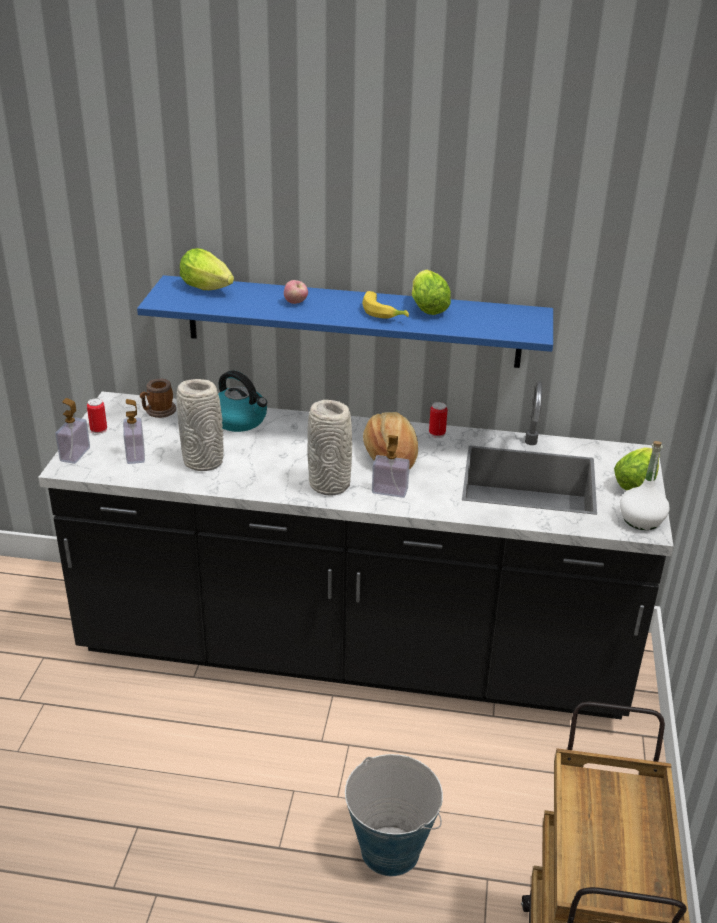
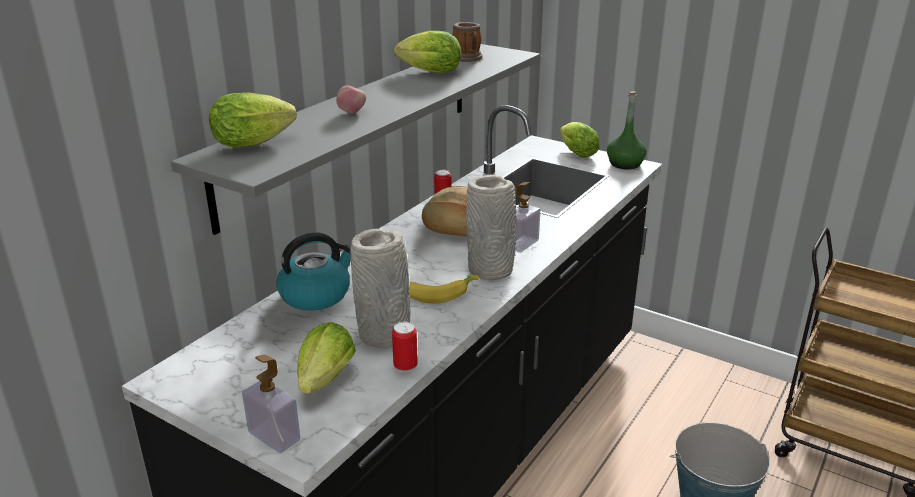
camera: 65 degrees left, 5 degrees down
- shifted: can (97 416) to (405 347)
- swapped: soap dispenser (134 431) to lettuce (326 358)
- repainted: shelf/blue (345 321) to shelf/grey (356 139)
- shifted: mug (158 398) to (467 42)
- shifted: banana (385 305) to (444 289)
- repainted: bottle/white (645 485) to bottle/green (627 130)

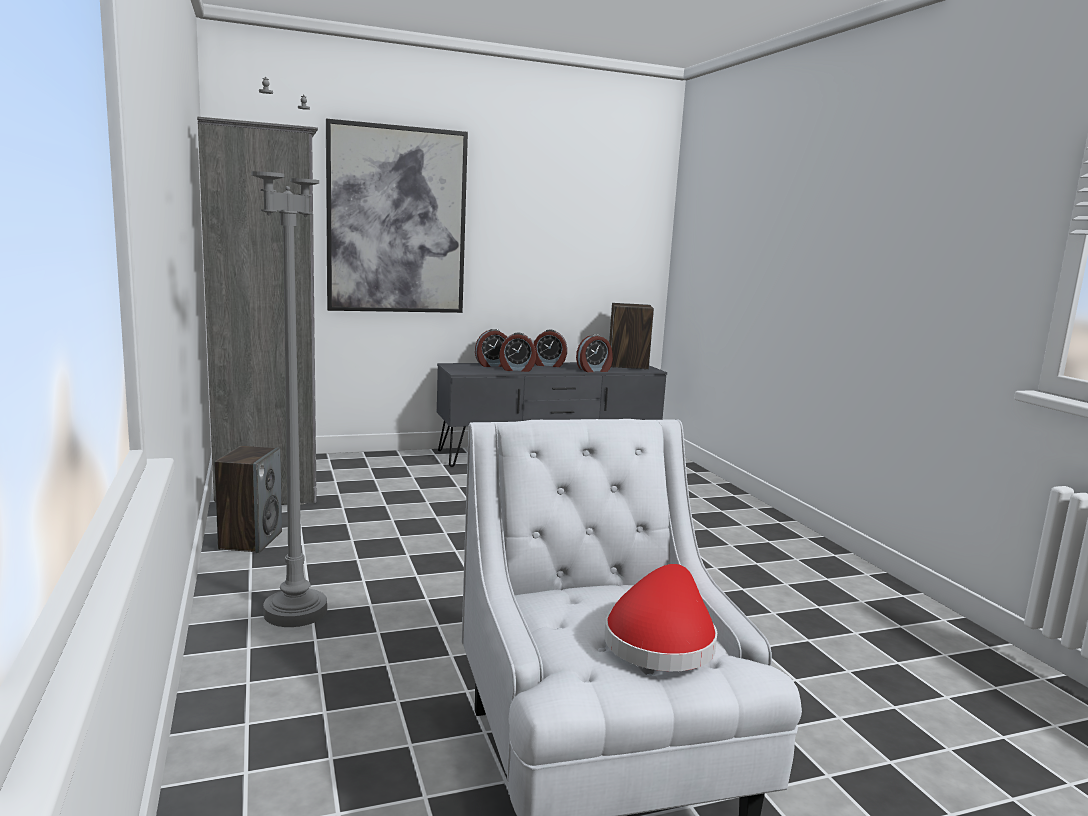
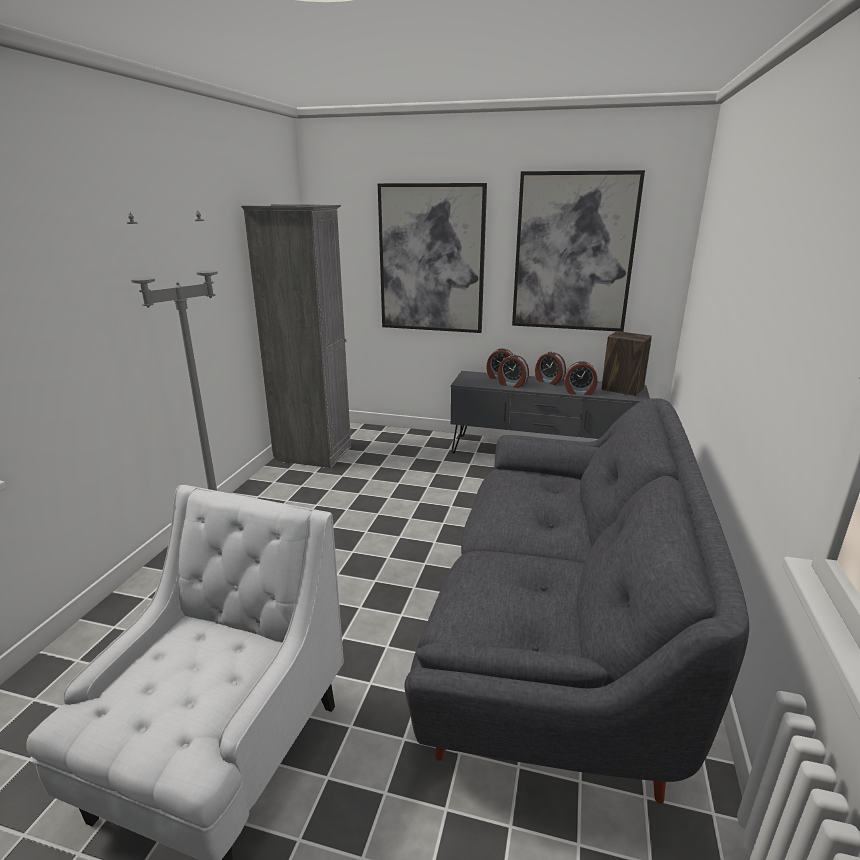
camera: 35 degrees right, 10 degrees up
- gone: speaker (248 499)
- gone: hat/red (660 617)
- new: sofa/grey (576 601)
- new: picture (578 251)

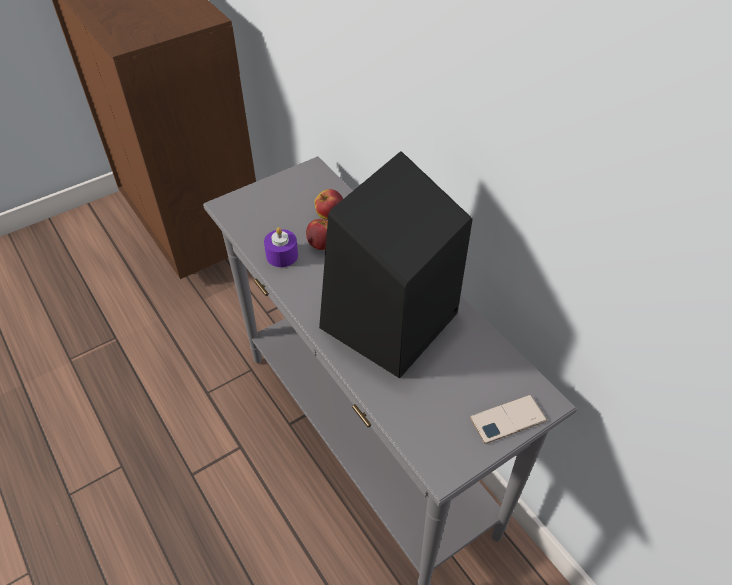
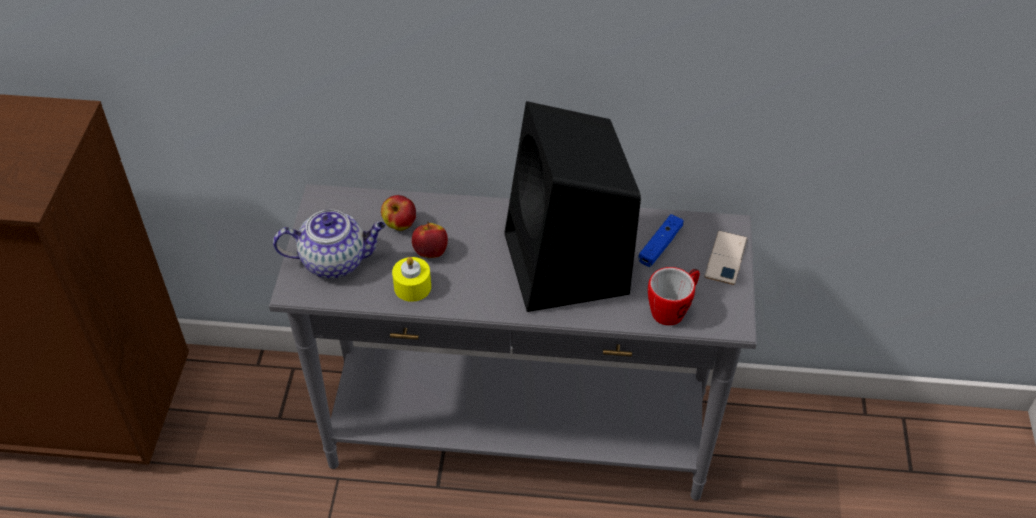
camera: 50 degrees left, 0 degrees up
- repainted: candle/purple (281 247) to candle/yellow (411 279)
- new: teapot (329 244)
- new: game controller/blue (661 240)
- new: mug (674 296)

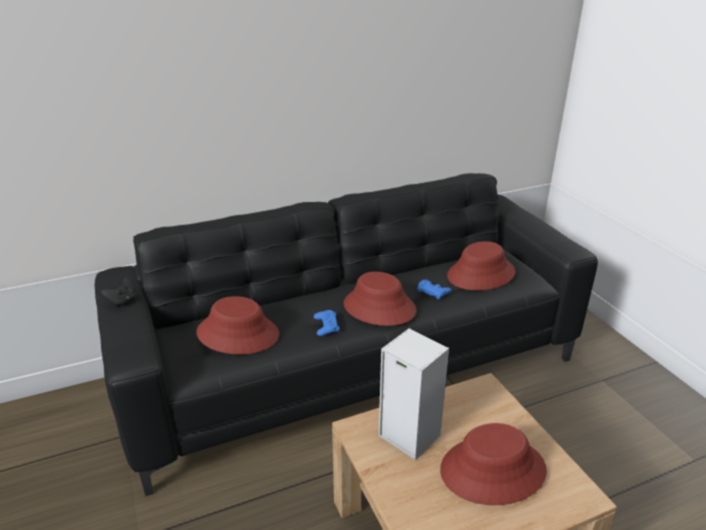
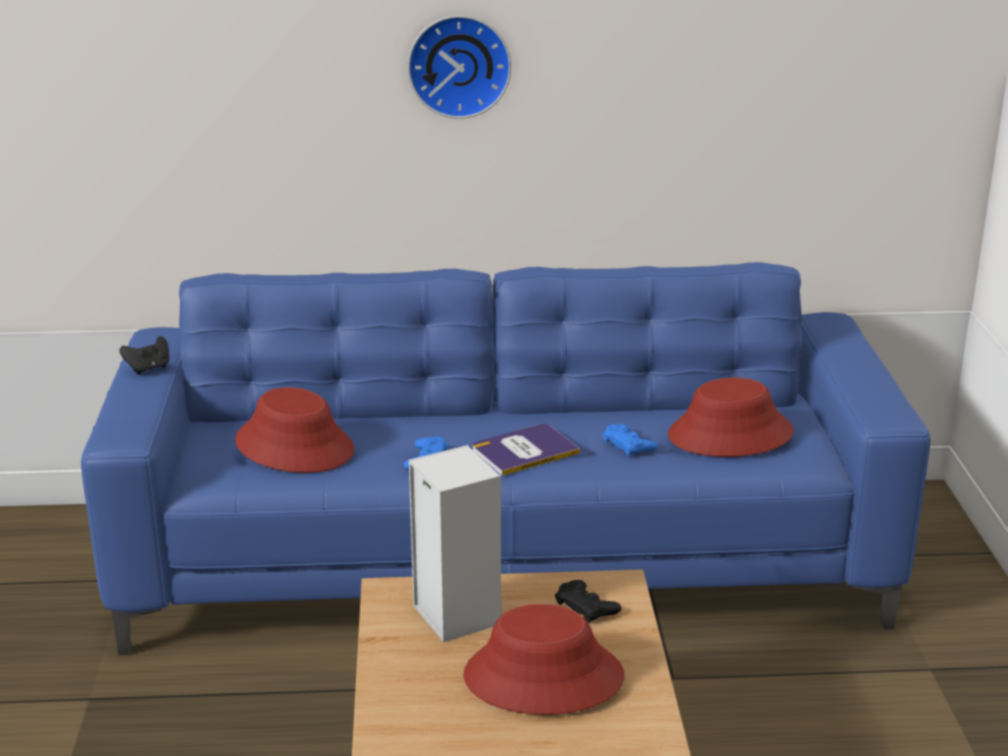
camera: 20 degrees right, 5 degrees down
- repainted: sofa/black (346 335) to sofa/blue (506 458)
- swapped: hat/red (380 299) to book (526 450)
- new: wall clock (459 67)
- new: game controller/black (588 601)

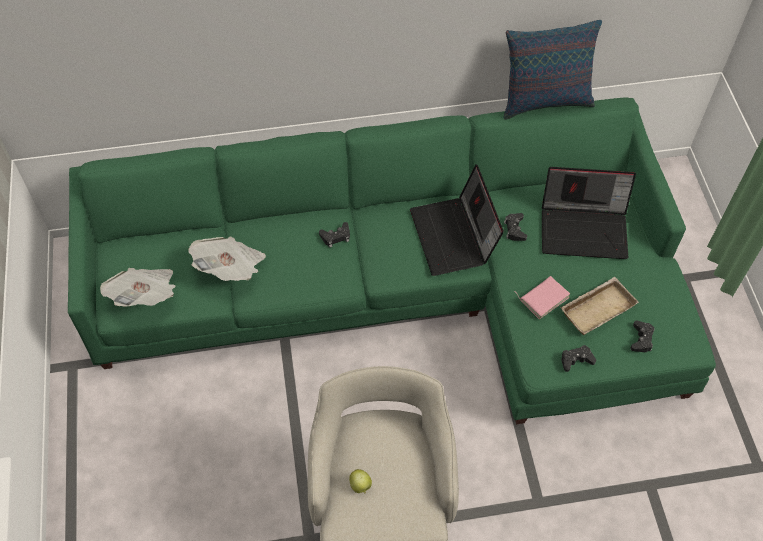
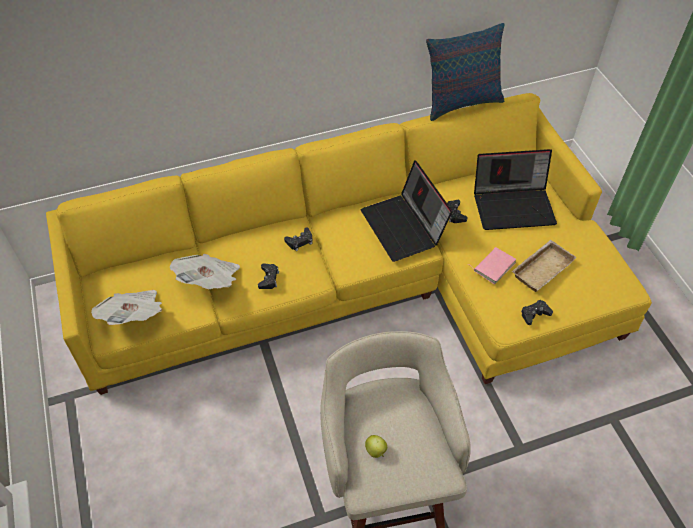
camera: 10 degrees left, 5 degrees down
- repainted: sofa/green (392 260) to sofa/yellow (349 244)
- shifted: game controller/black (642 336) to (268 276)

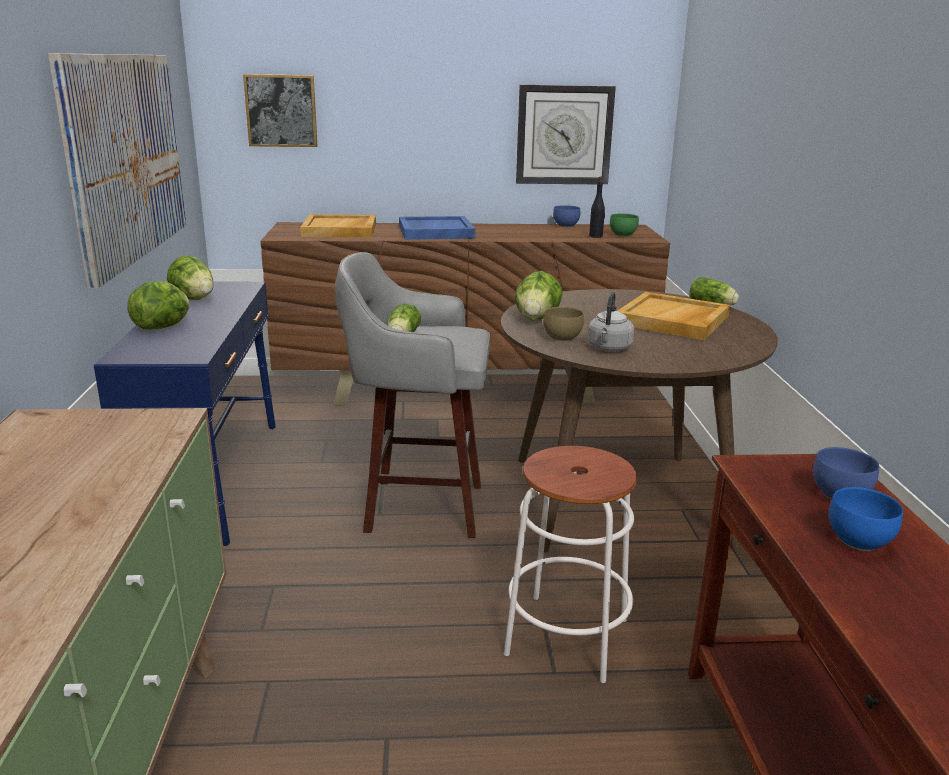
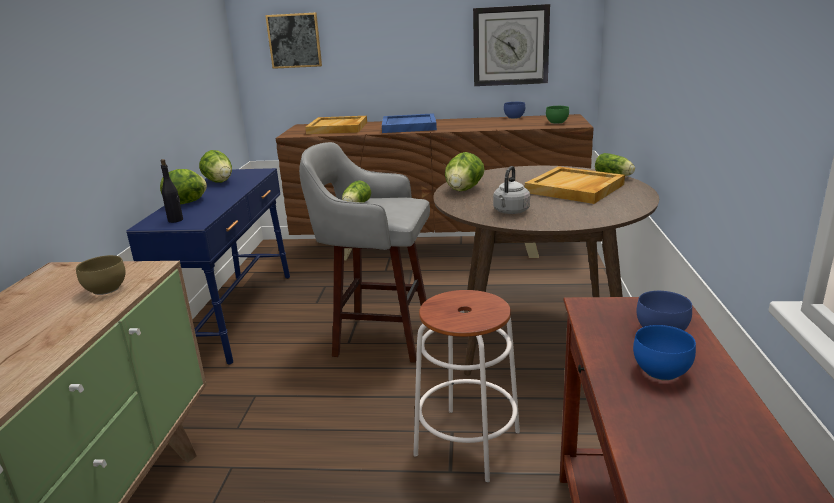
camera: 10 degrees right, 0 degrees up
- gone: picture (117 171)
- shifted: bowl/brown (563 324) to (101 275)
- shifted: bottle/black (597 207) to (171 191)

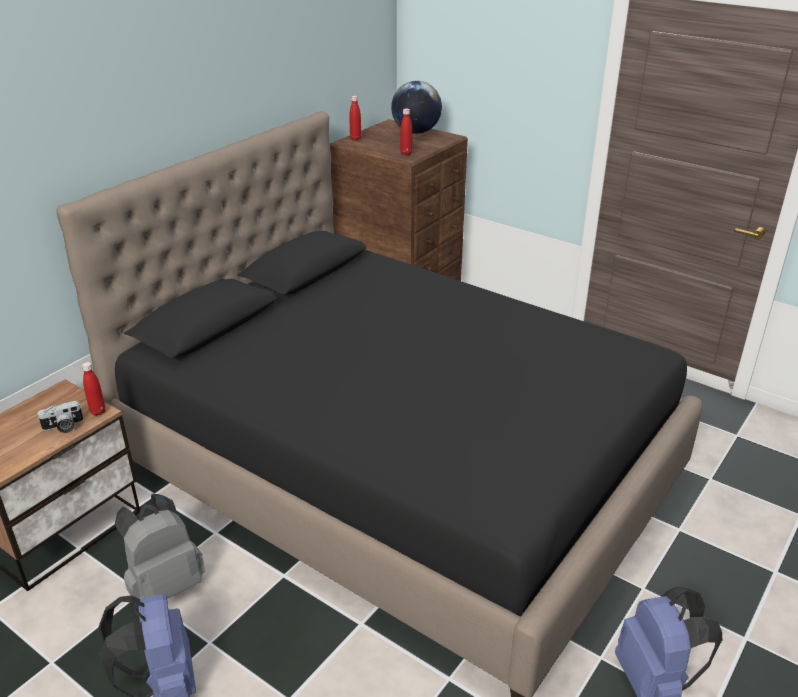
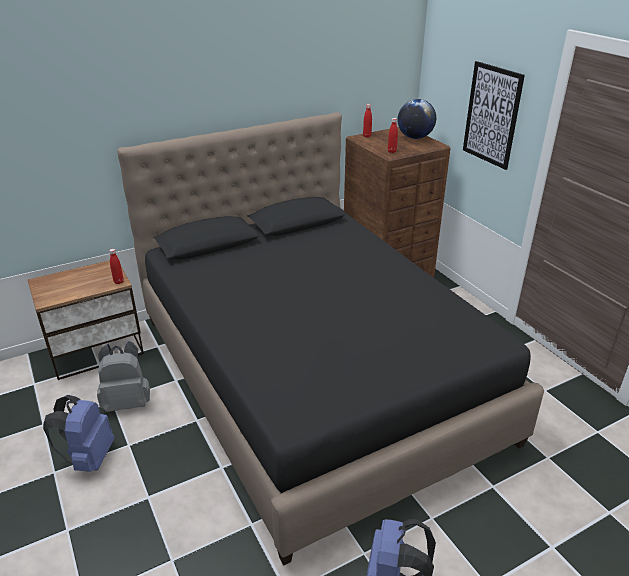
camera: 25 degrees right, 0 degrees up
- gone: photo camera (60 416)
- new: picture (494 115)

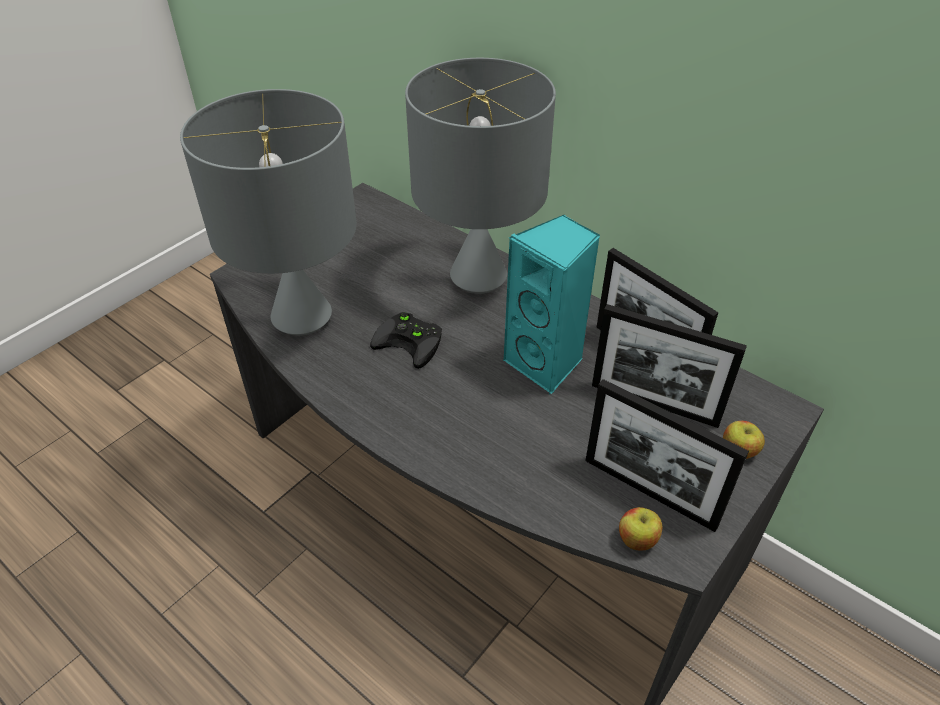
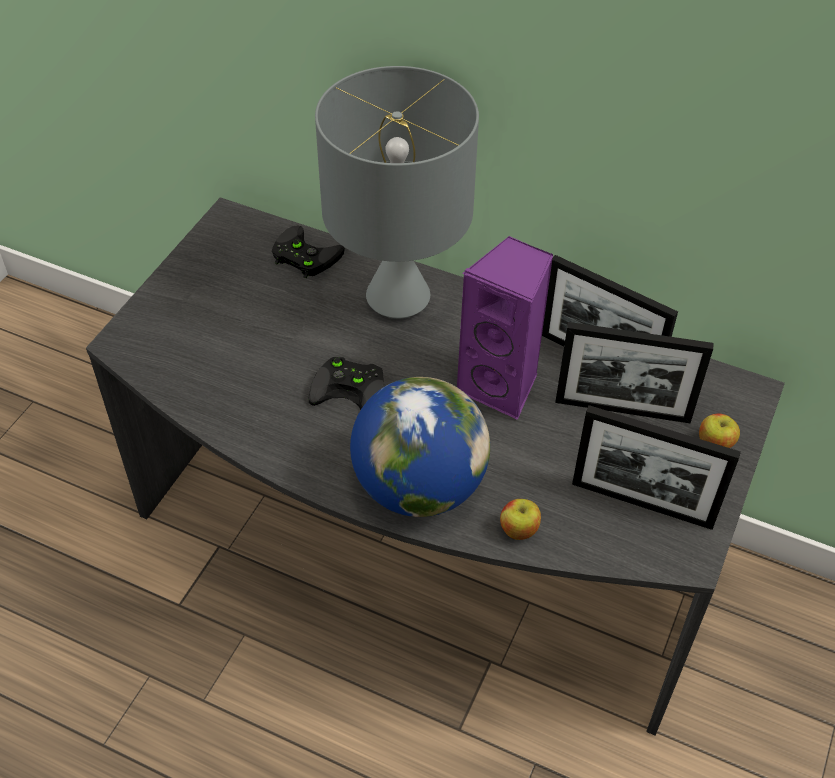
camera: 15 degrees left, 5 degrees up
- gone: table lamp/grey (268 212)
- repainted: speaker/turquoise (552 304) to speaker/purple (505 328)
- shifted: apple (640 529) to (520 519)
- new: game controller/black (308 252)
- new: globe (420 447)

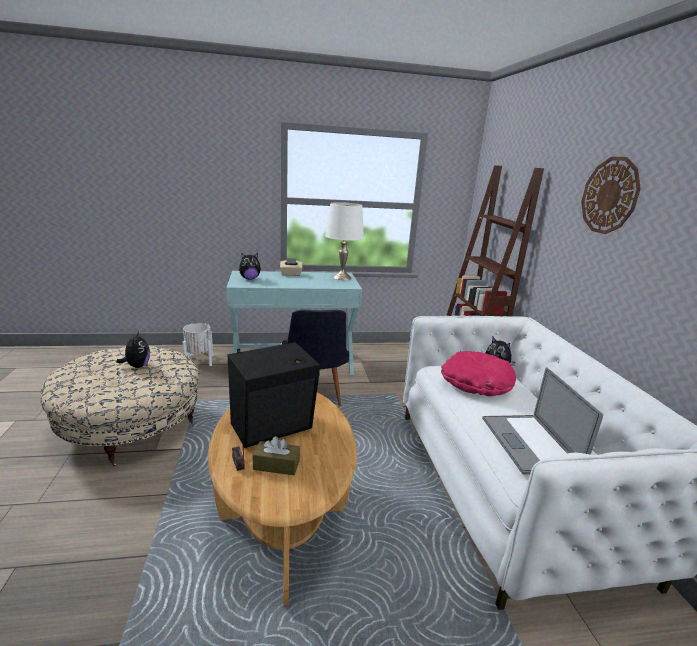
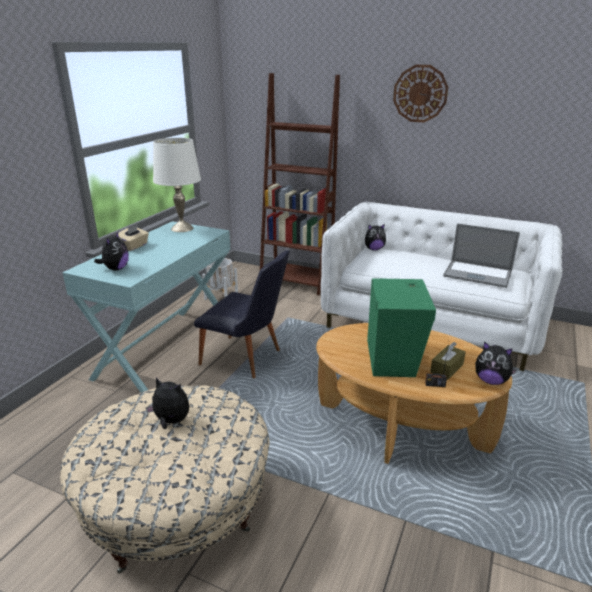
camera: 55 degrees left, 5 degrees up
- shifted: planter/white (198 344) to (220 279)
- repainted: speaker/black (274 394) to speaker/green (401 327)
- gone: pillow/pink (478 373)
- new: plush toy (496 363)

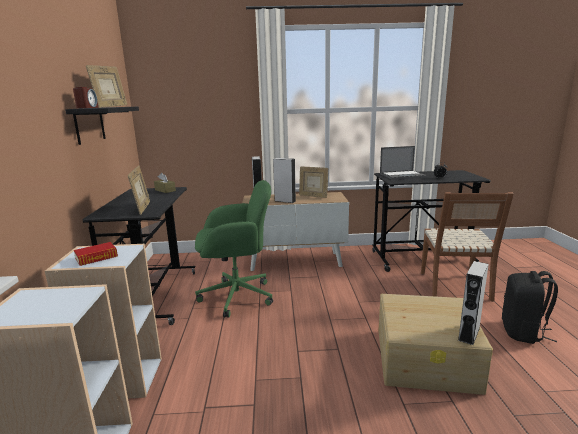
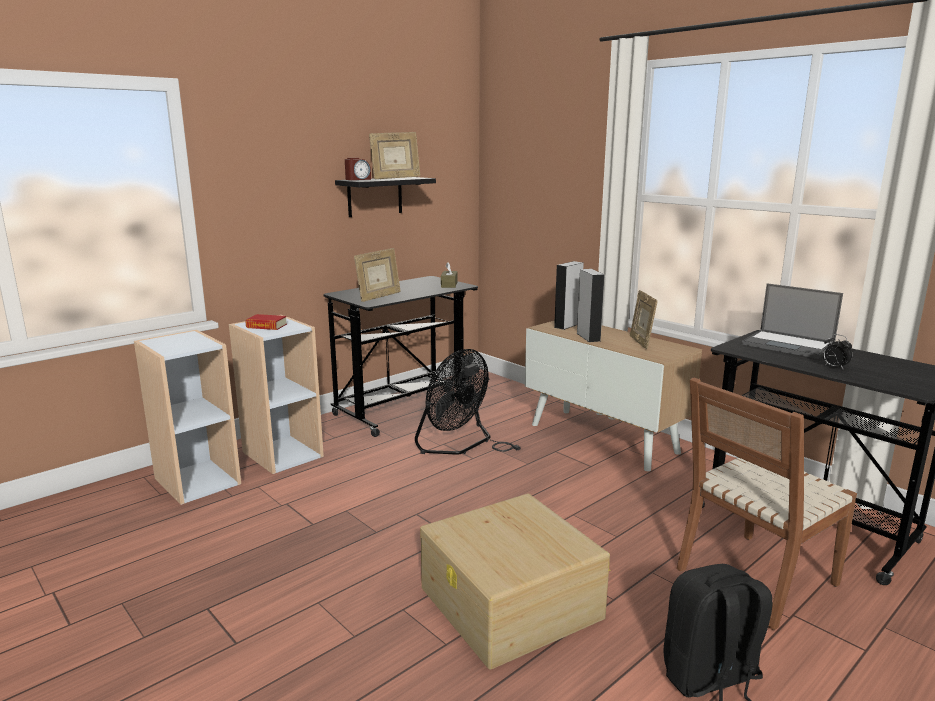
camera: 50 degrees right, 0 degrees up
- swapped: office chair/green (234 249) to fan/black (467 402)
- gone: speaker/grey (473 303)

